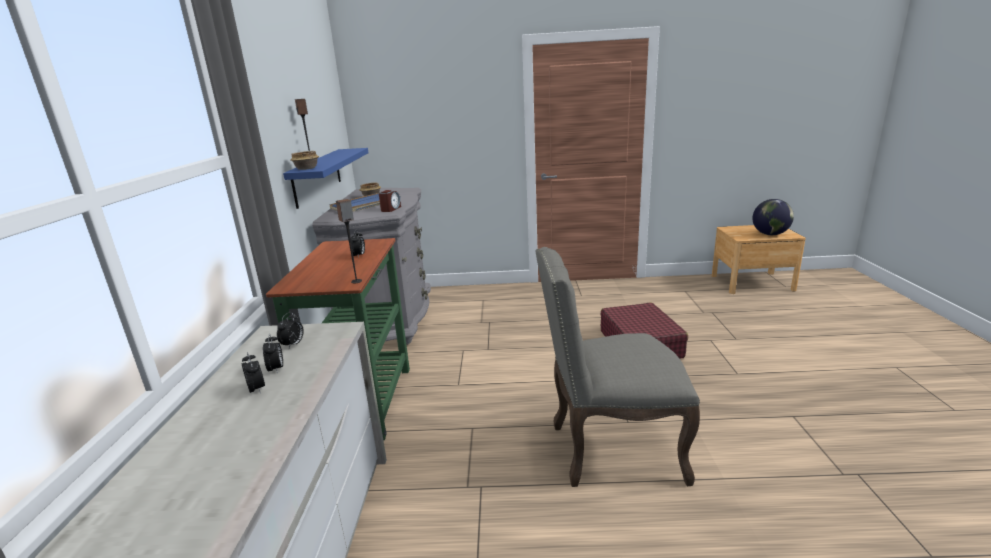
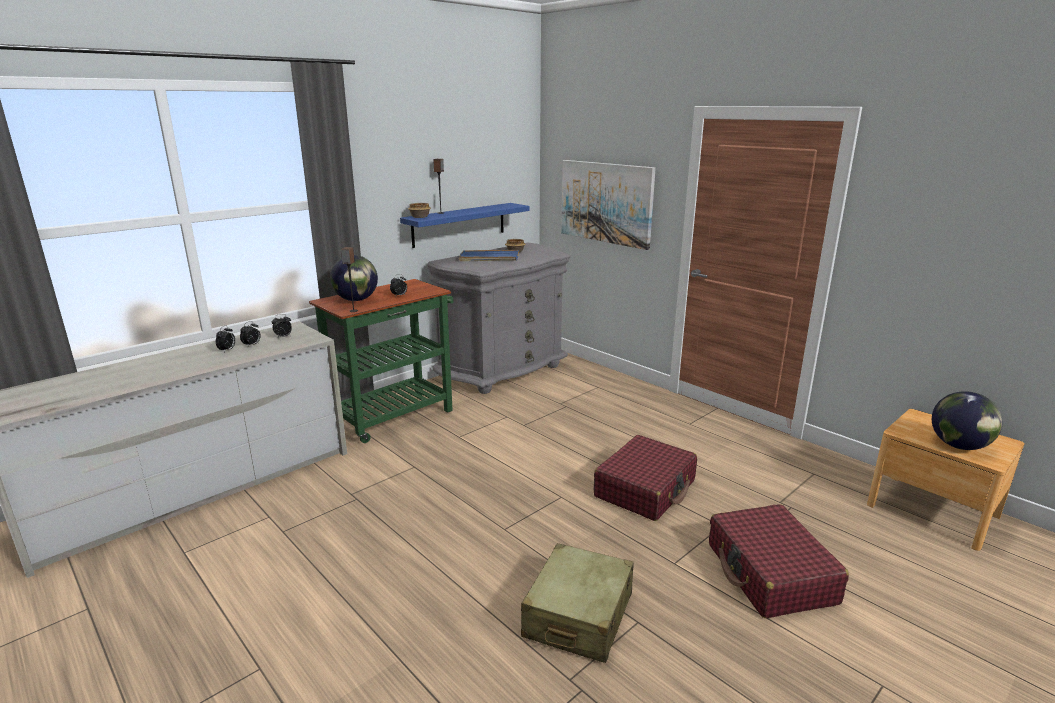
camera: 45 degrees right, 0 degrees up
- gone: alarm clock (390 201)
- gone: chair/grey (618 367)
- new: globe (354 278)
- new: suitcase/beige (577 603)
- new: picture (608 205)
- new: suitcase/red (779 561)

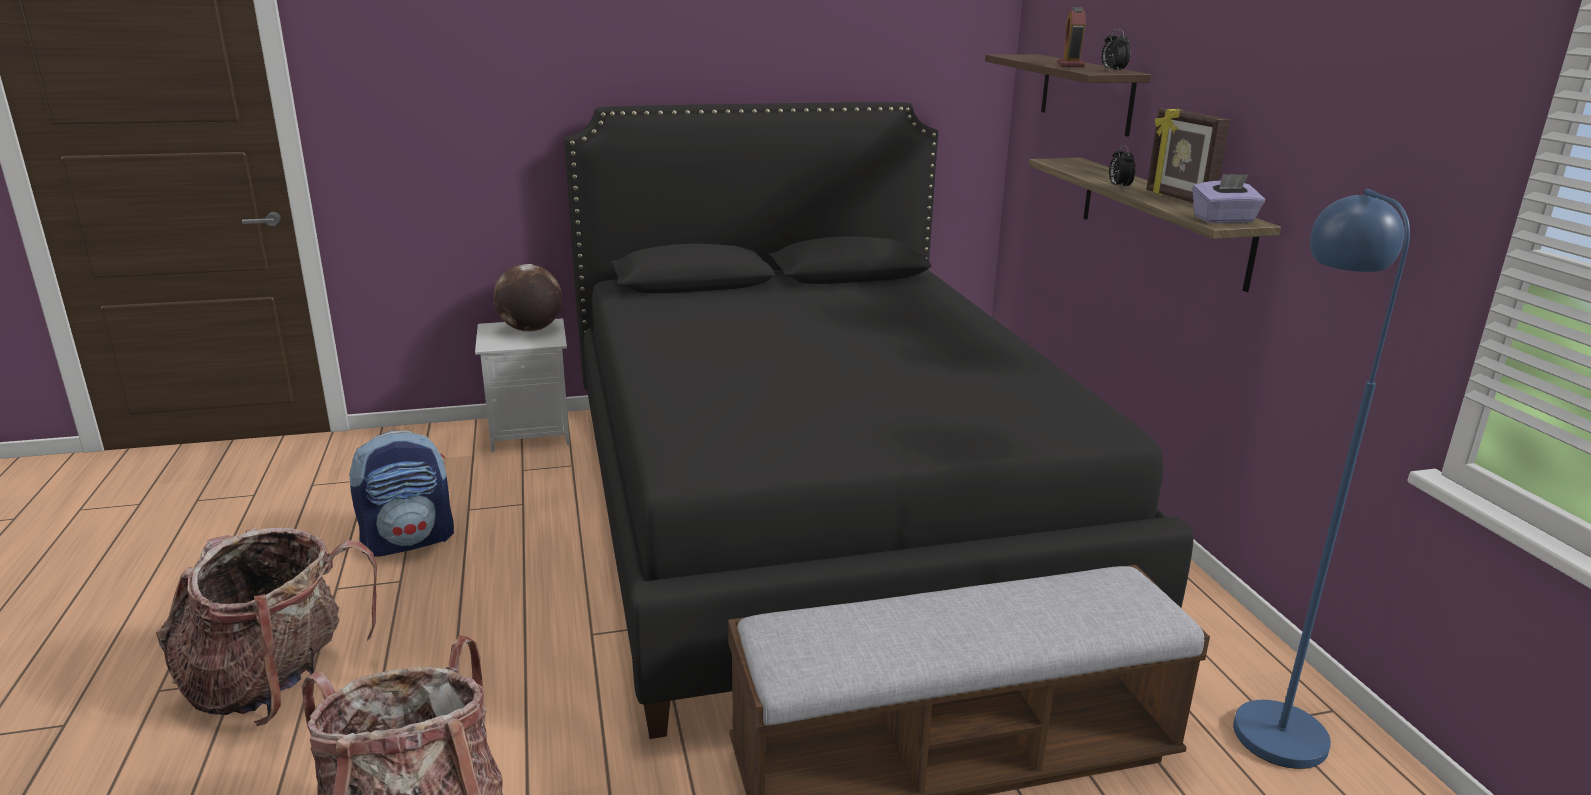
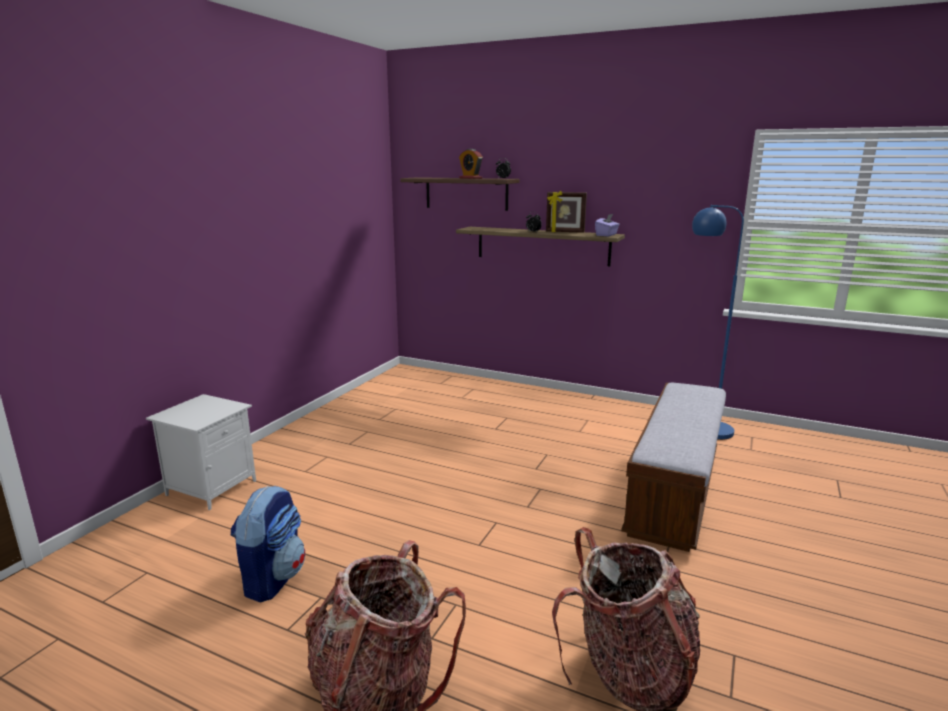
camera: 50 degrees left, 5 degrees down
- gone: globe (528 298)
- gone: bed/black (878 420)

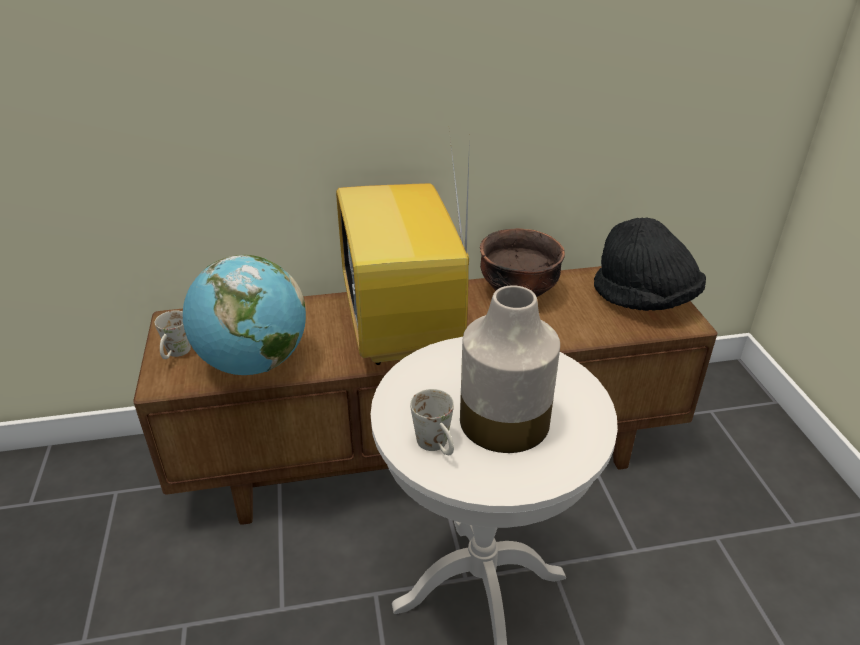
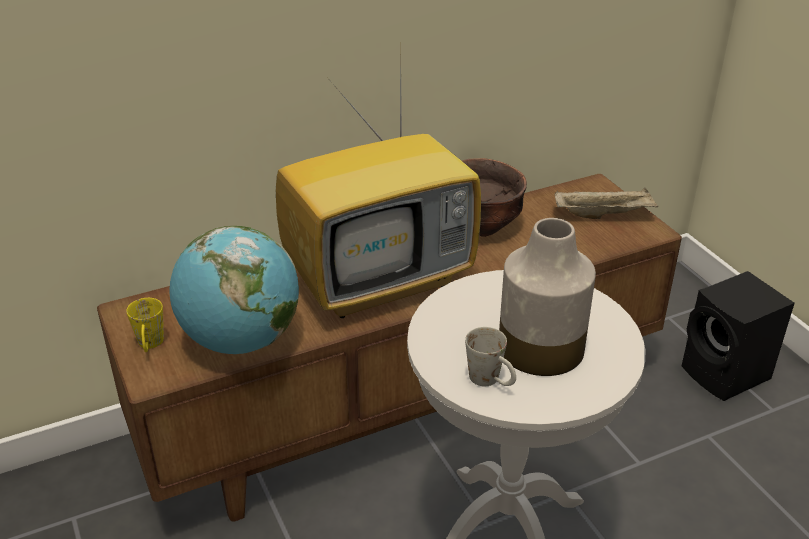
camera: 15 degrees left, 0 degrees up
- repainted: mug/white (173 334) to mug/yellow (145 325)
- rotated: television (403 248) = (378 189) 90 degrees counterclockwise
- swapped: hat/black (650 264) to tray/beige (606 203)
- new: speaker/black (738 336)

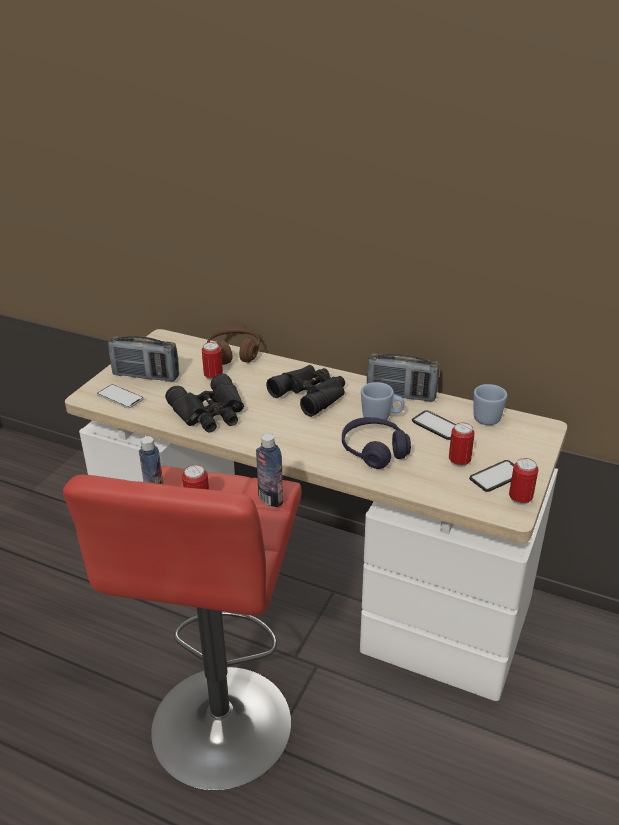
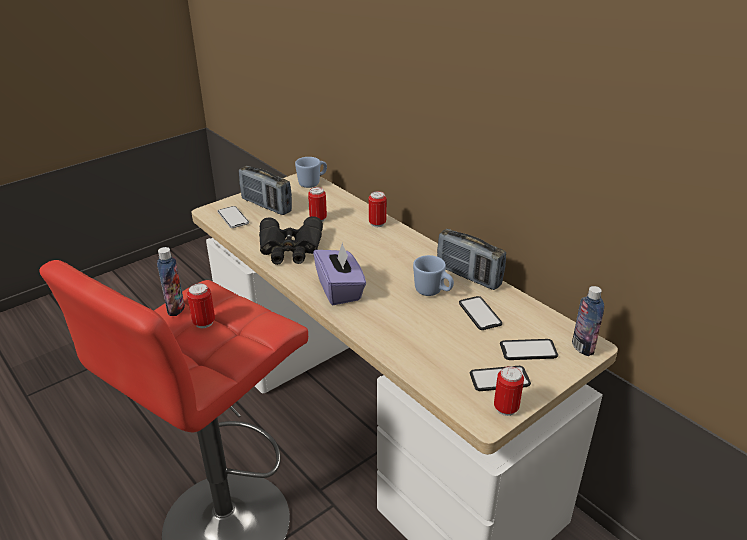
camera: 25 degrees right, 0 degrees up
- gone: headphones/brown (233 345)
- shifted: bottle (269 470) to (588 321)
- gone: binoculars/black (305 391)
- gone: headphones/purple (376 443)
- shifted: can (462 445) to (378 209)
- shifted: mug/blue (490 404) to (311 172)
- new: tissue box/purple (339 273)
- new: phone (529 349)

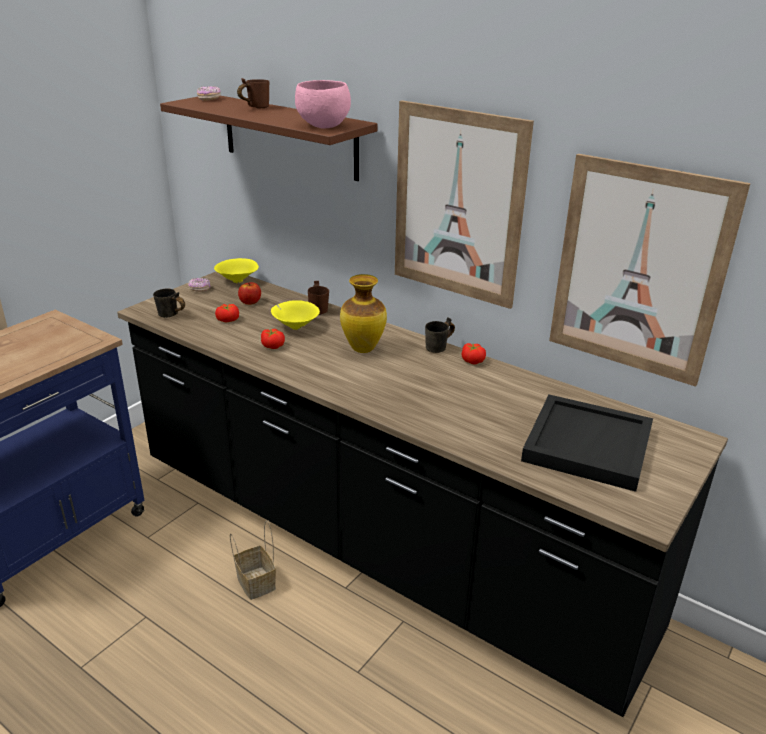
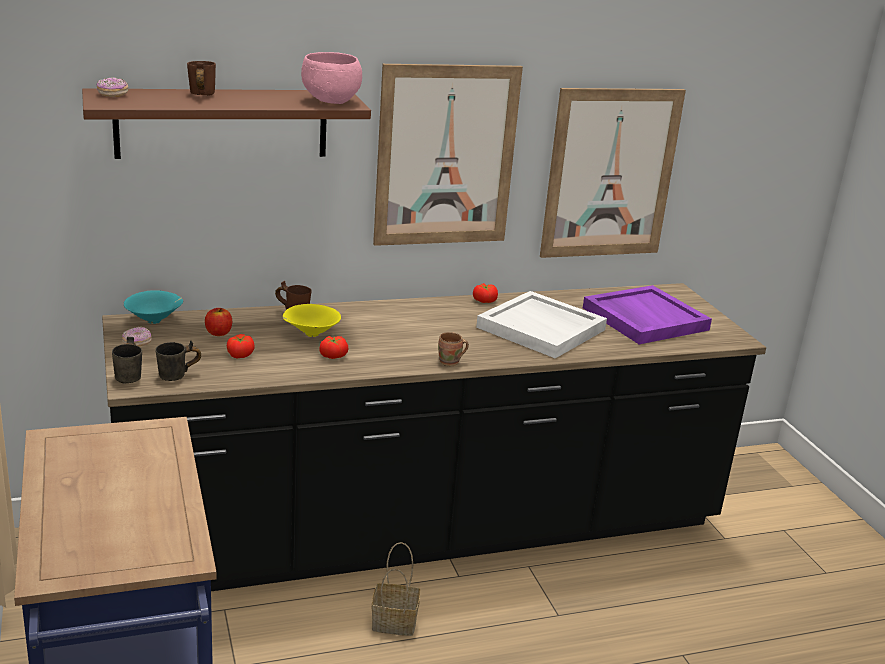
camera: 55 degrees left, 5 degrees down
- repainted: bowl/yellow (236 270) to bowl/turquoise (153 307)
- gone: vase (363 313)
- shifted: mug/grey (440 335) to (127 360)
- repainted: tray/black (587 443) to tray/purple (647 314)
- new: mug/brown (453 349)
- new: tray/white (541 324)

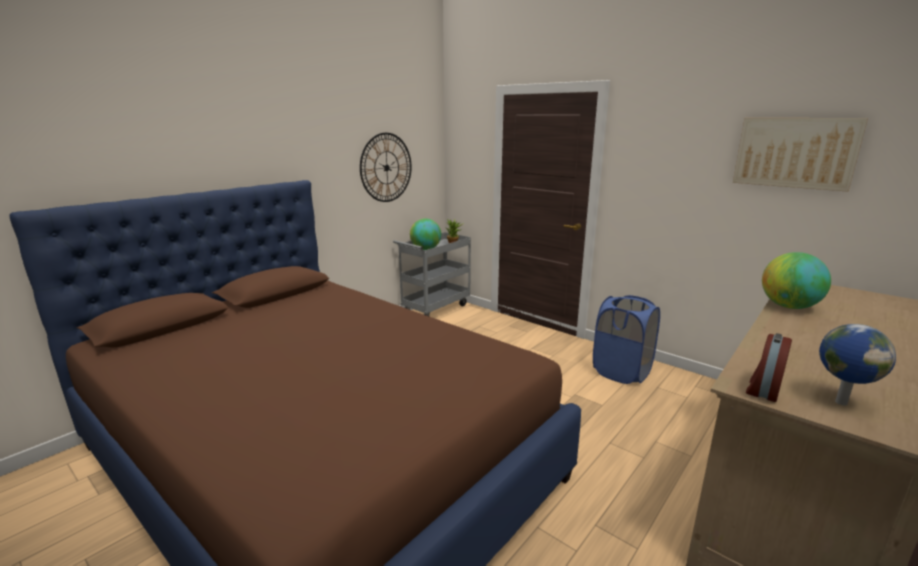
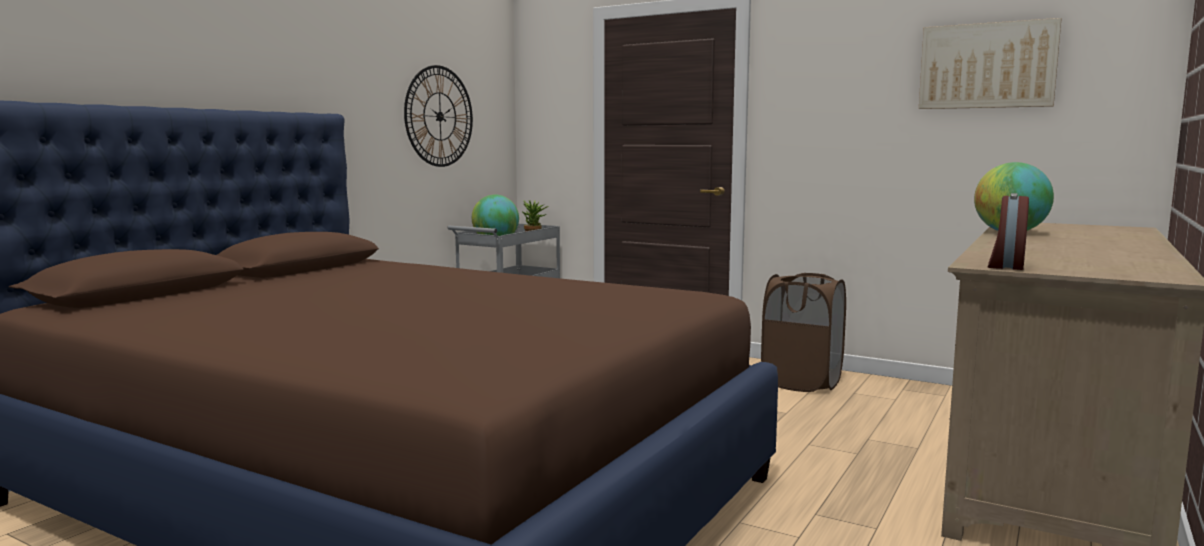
camera: 10 degrees left, 10 degrees down
- repainted: laundry basket/blue (626 339) to laundry basket/brown (803 332)
- gone: globe (857 364)

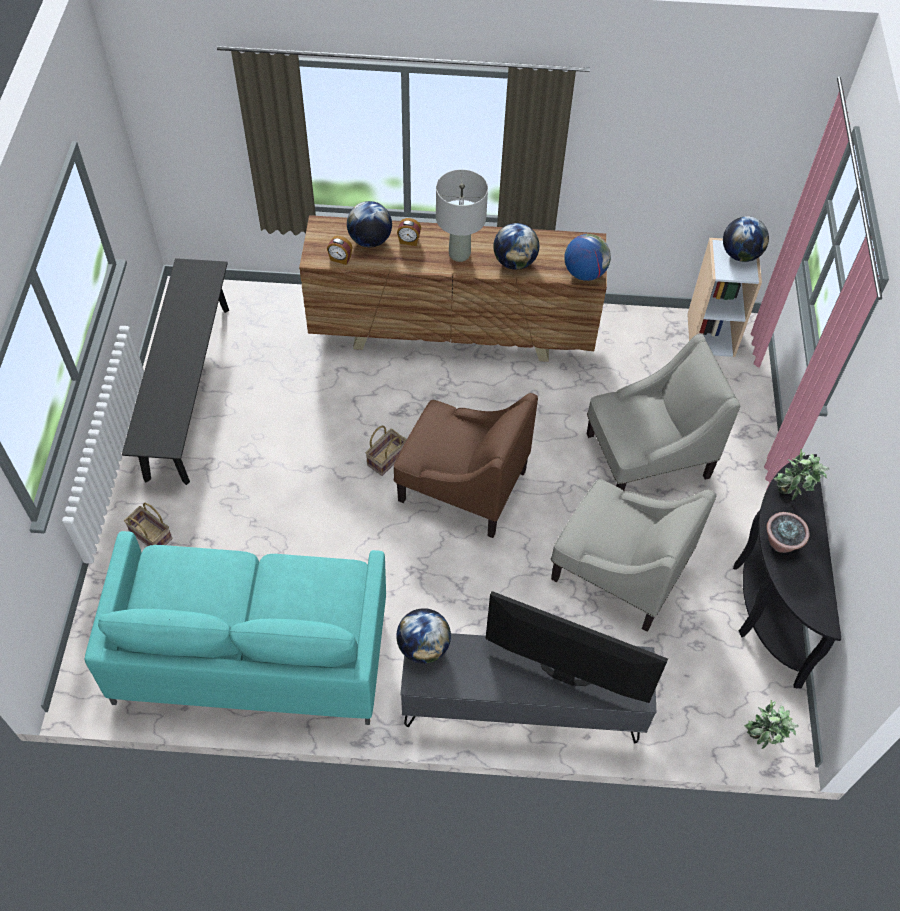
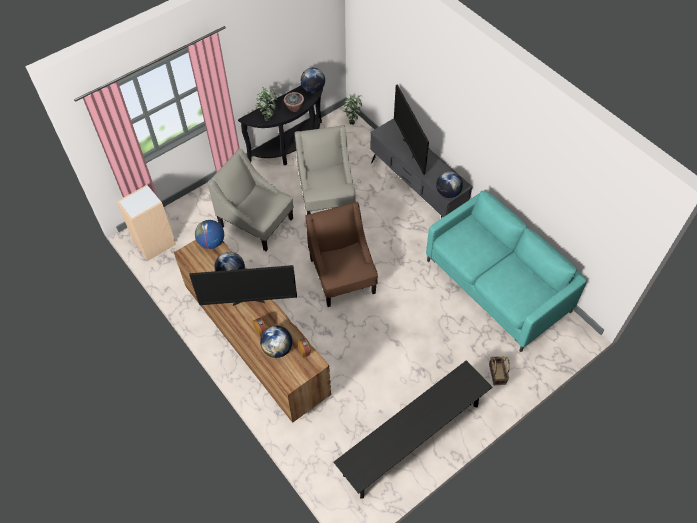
camera: 130 degrees left, 0 degrees up
- gone: basket (386 451)
- swapped: table lamp/grey (462 215) to television (243 285)
- shifted: globe (746 239) to (313 80)

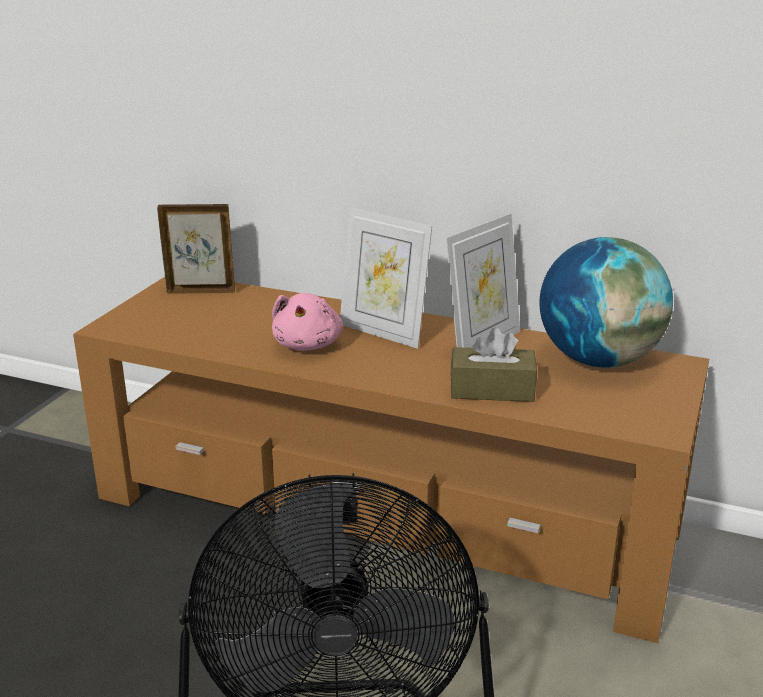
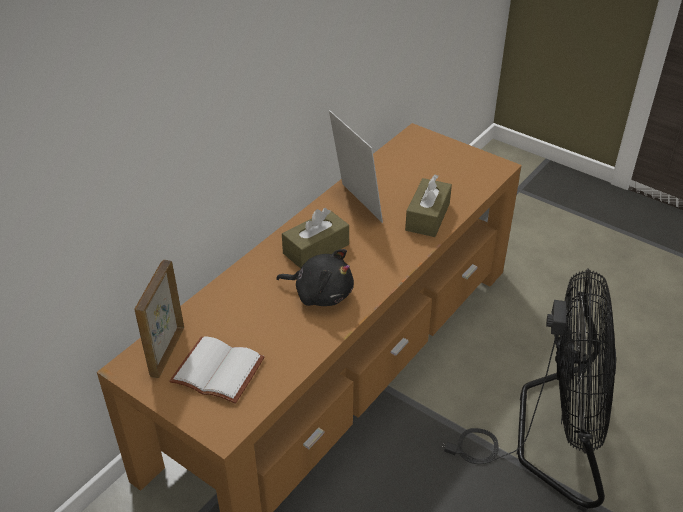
camera: 75 degrees left, 15 degrees up
- repainted: plush toy/pink (307 322) to plush toy/black (315 277)
- swapped: picture frame (386 278) to tissue box/brown (315 238)
- gone: globe (606 302)
- new: book/white (217 370)

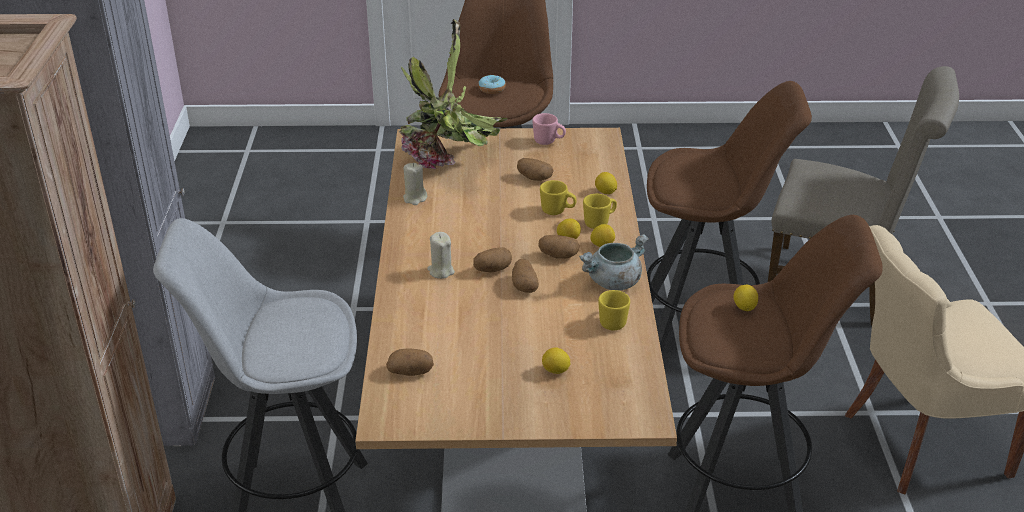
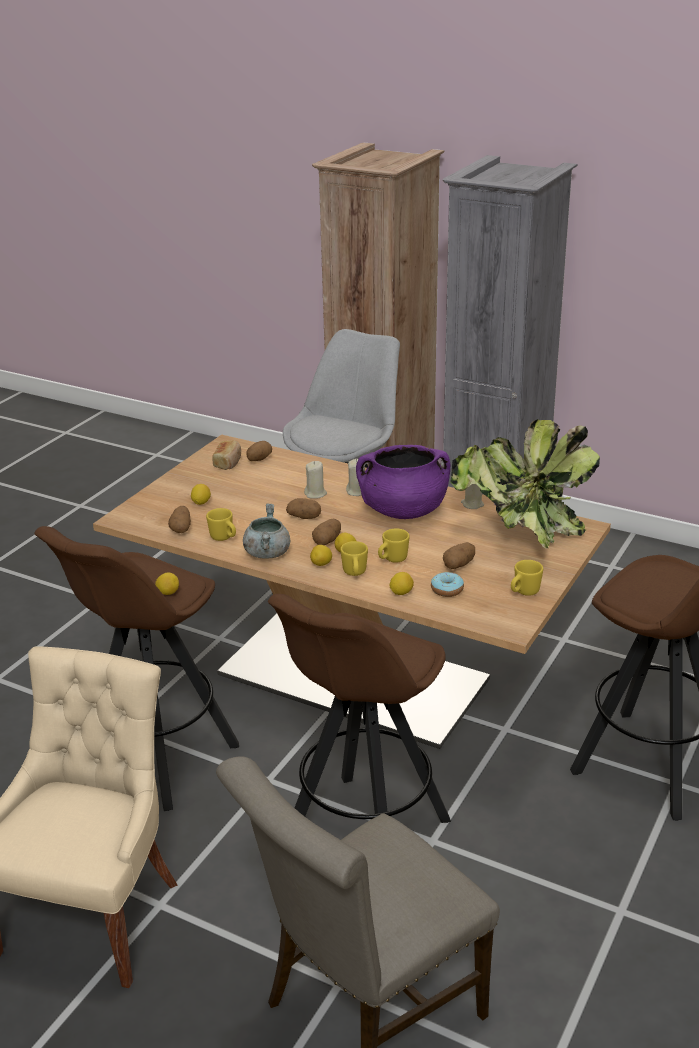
camera: 120 degrees right, 5 degrees down
- shifted: potato (492 259) to (179 519)
- shifted: donut (492 84) to (447 584)
- repainted: mug/pink (549 129) to mug/yellow (527 578)
- new: bread (226 455)
- new: candle/beige (315 480)
- new: cooking pot/purple (403 482)

